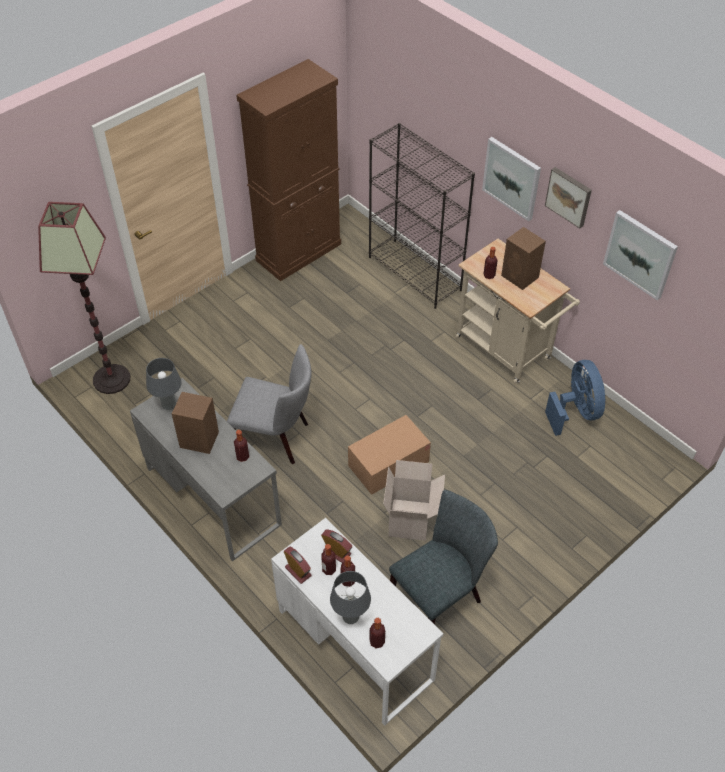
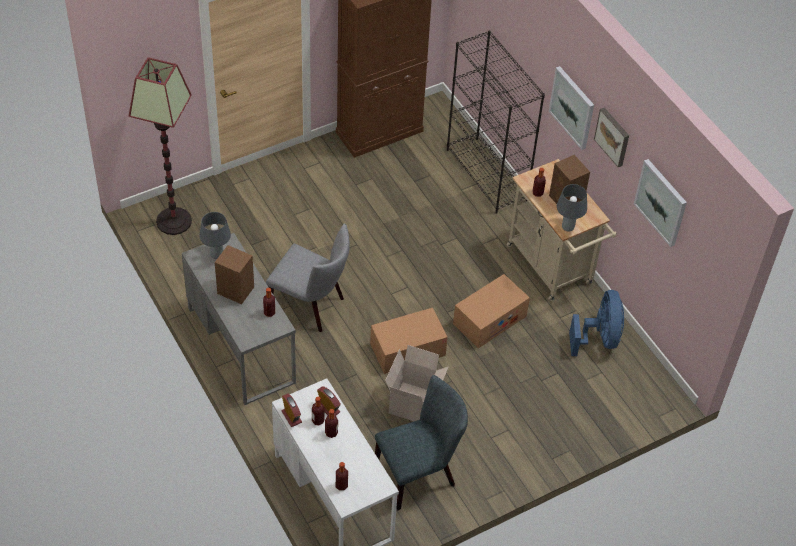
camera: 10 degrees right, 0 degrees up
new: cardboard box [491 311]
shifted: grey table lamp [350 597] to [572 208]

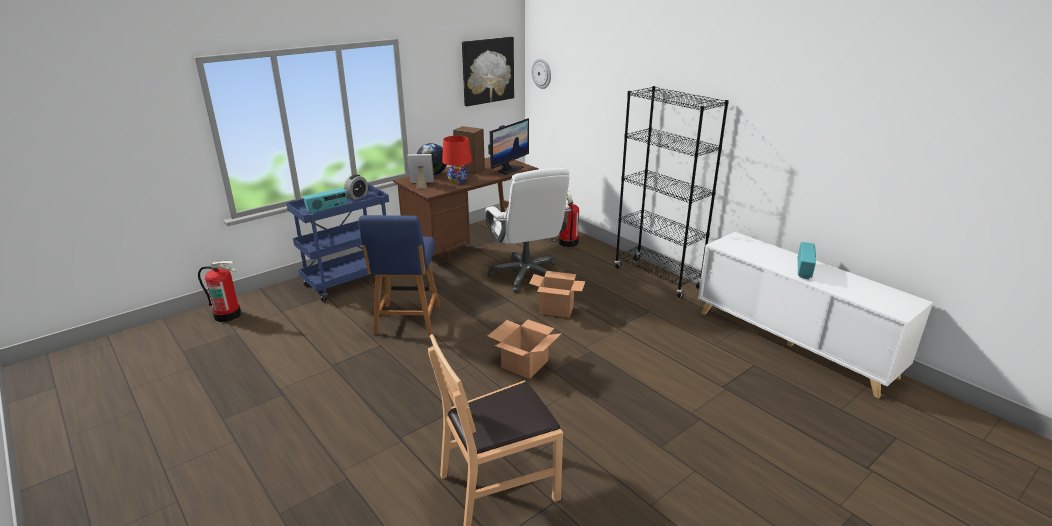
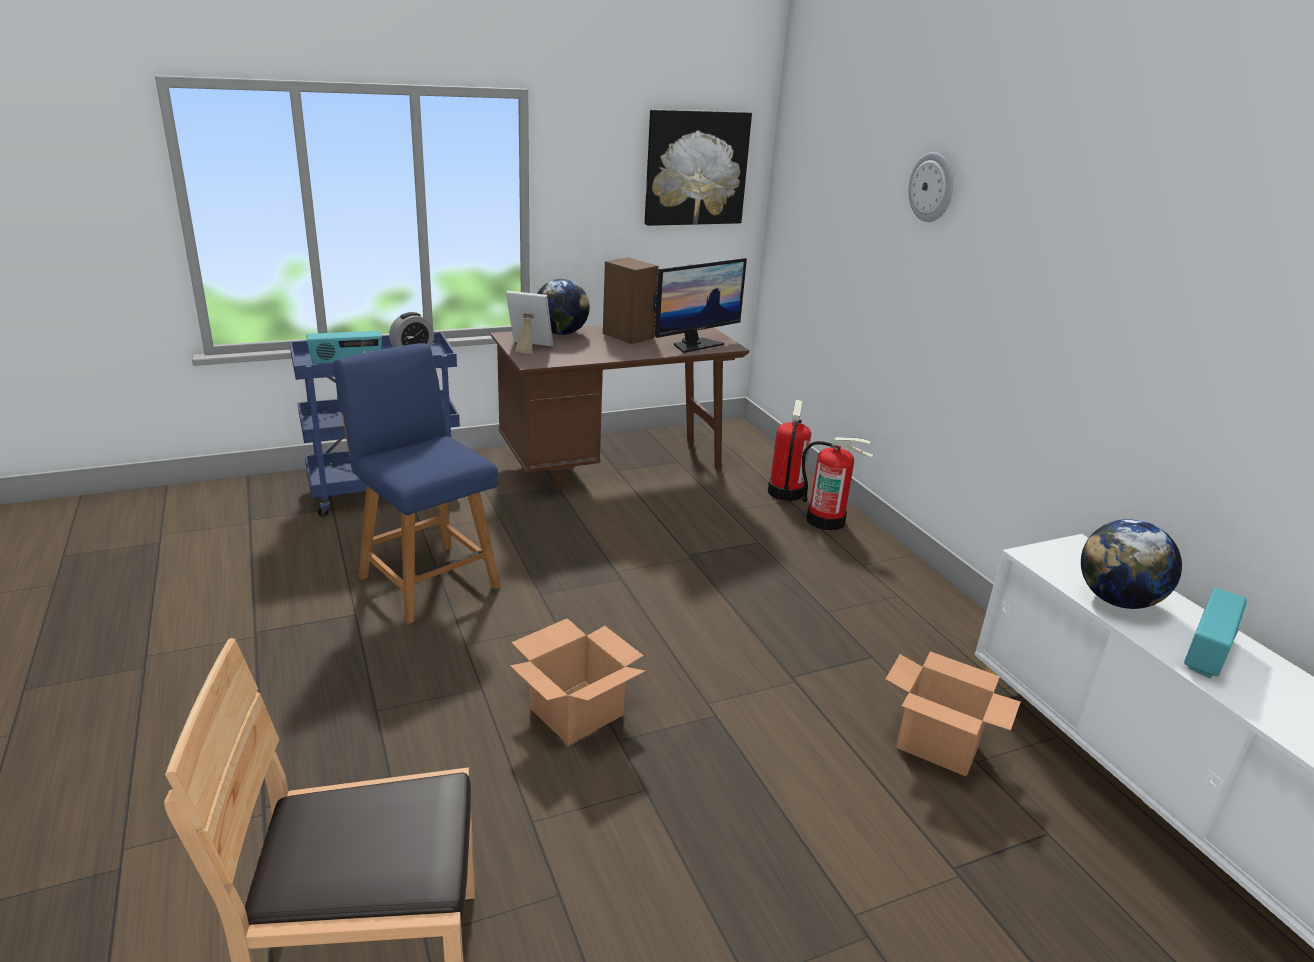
camera: 15 degrees right, 0 degrees up
gone: red table lamp [457 160]; white office chair [528 230]; black bookcase [672 192]
new: globe [1131 564]
shifted: fire extinguisher [219 291] to [837 484]; cardboard box [557 294] to [953 713]; wall clock [541 74] to [930 187]
rotated: blue chair [399 275] = [417 483] 120 degrees clockwise

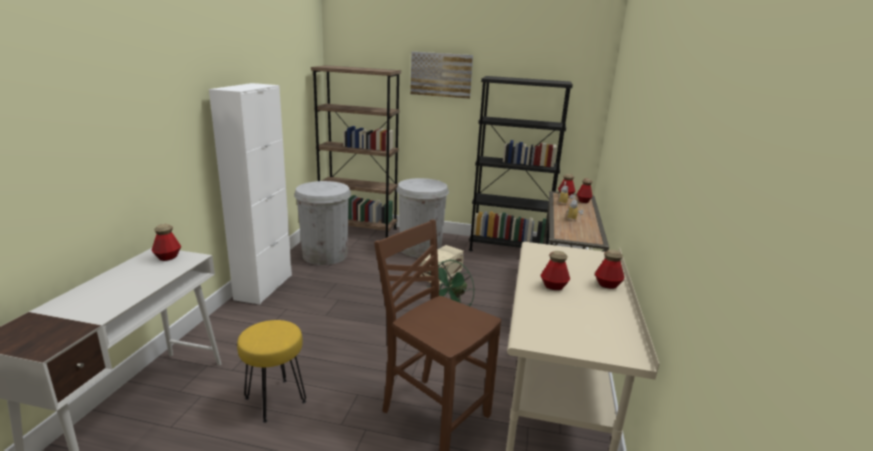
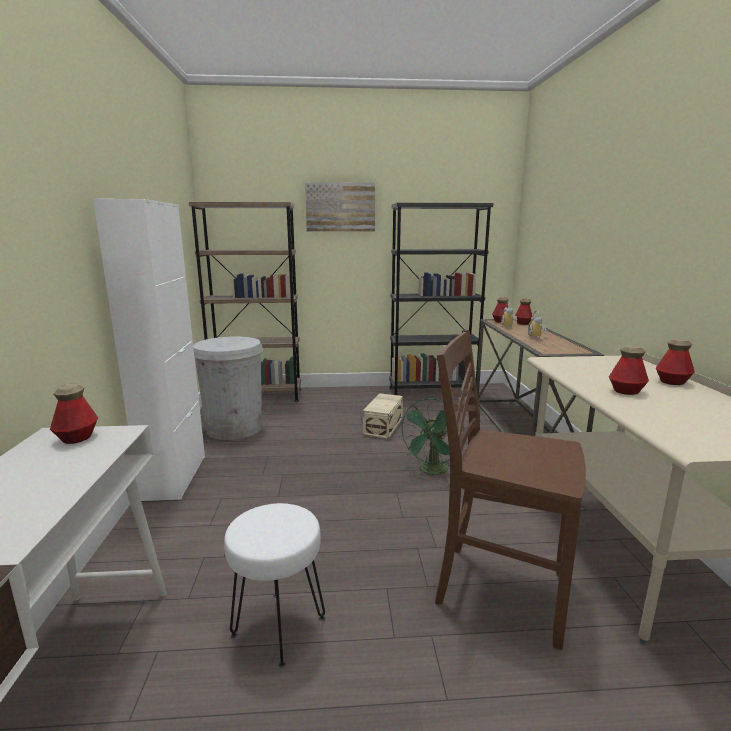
camera: 15 degrees left, 5 degrees down
gone: white trash can [422 218]
repainted: yellow stool [271 371] to white stool [274 585]

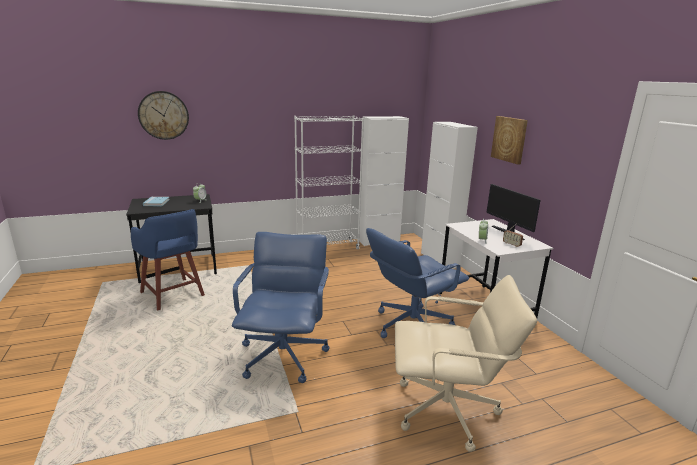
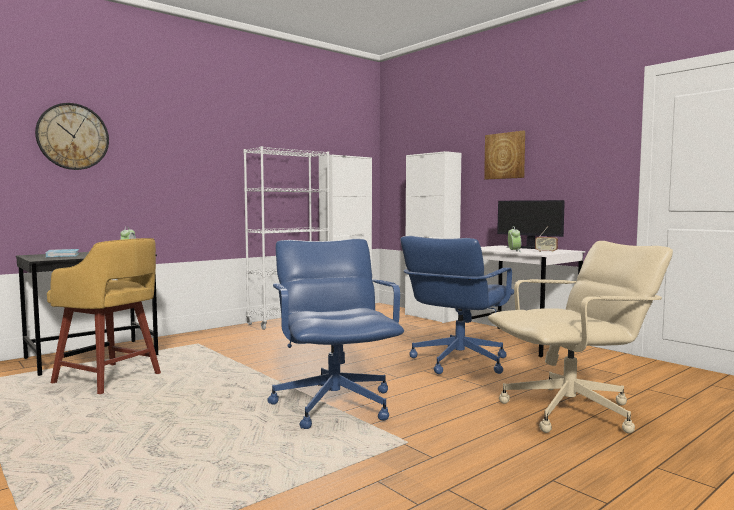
camera: 20 degrees left, 15 degrees down
repainted: blue stool [168 259] to yellow stool [104 316]

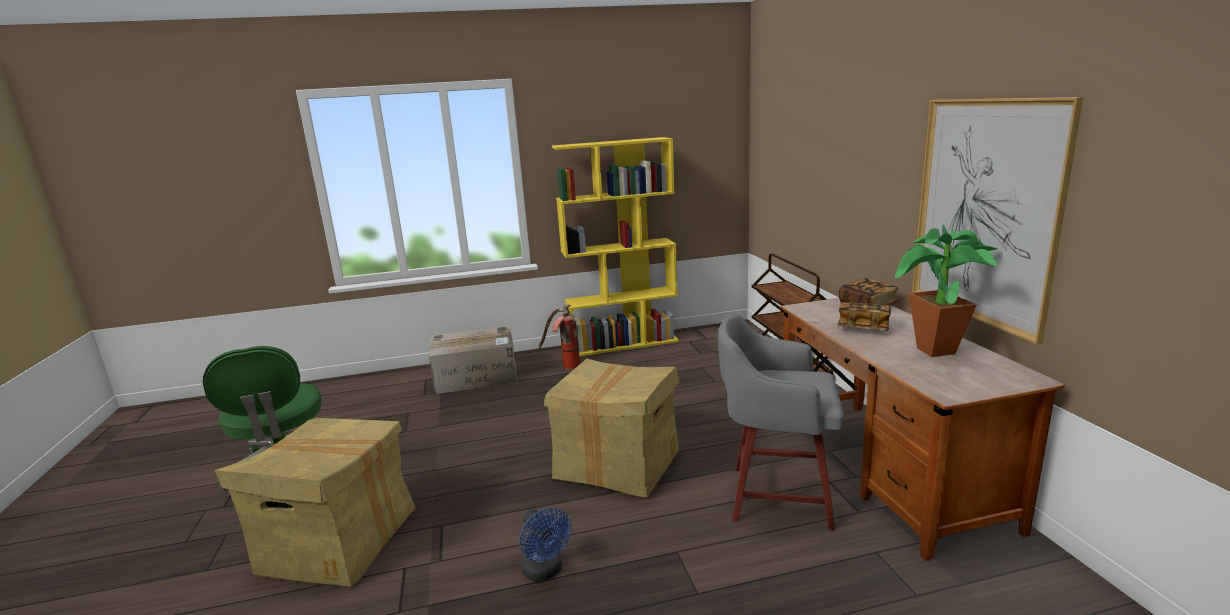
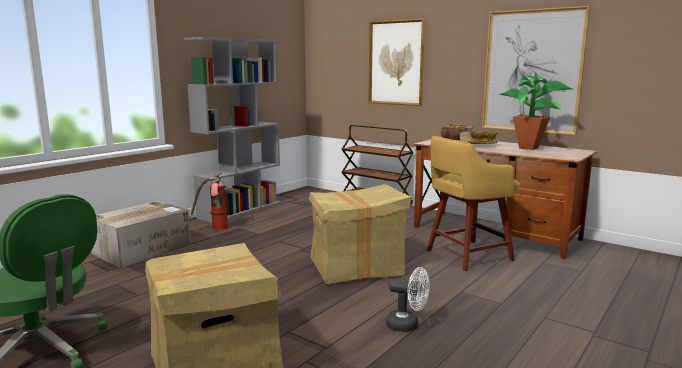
camera: 40 degrees left, 5 degrees down
new: picture [396 62]
repainted: blue fan [545 544] to white fan [408 299]; yellow bookcase [615 246] to grey bookcase [232 130]; grey stool [780 422] to yellow stool [473 203]

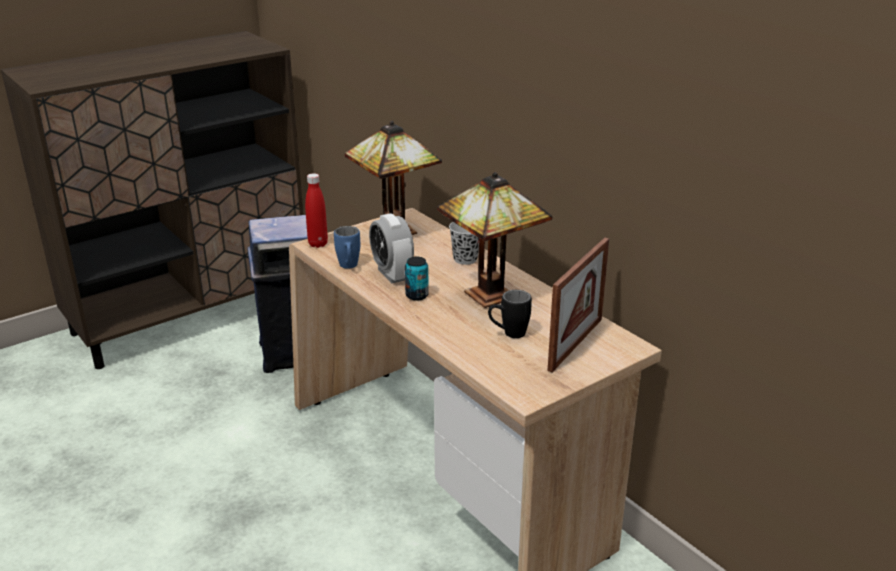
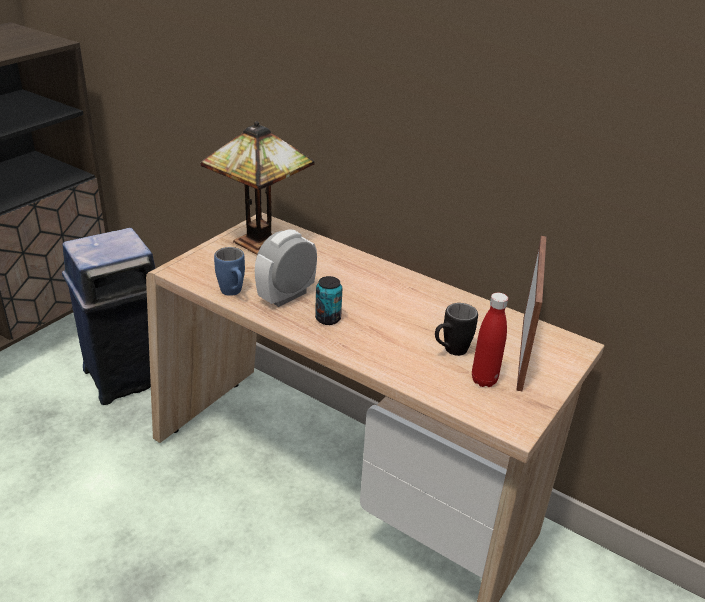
camera: 20 degrees left, 5 degrees up
gone: table lamp [495 240]; black cup [464 243]
shifted: red bottle [316 210] to [490 340]
rotated: alarm clock [391 248] = [286 268] 90 degrees clockwise

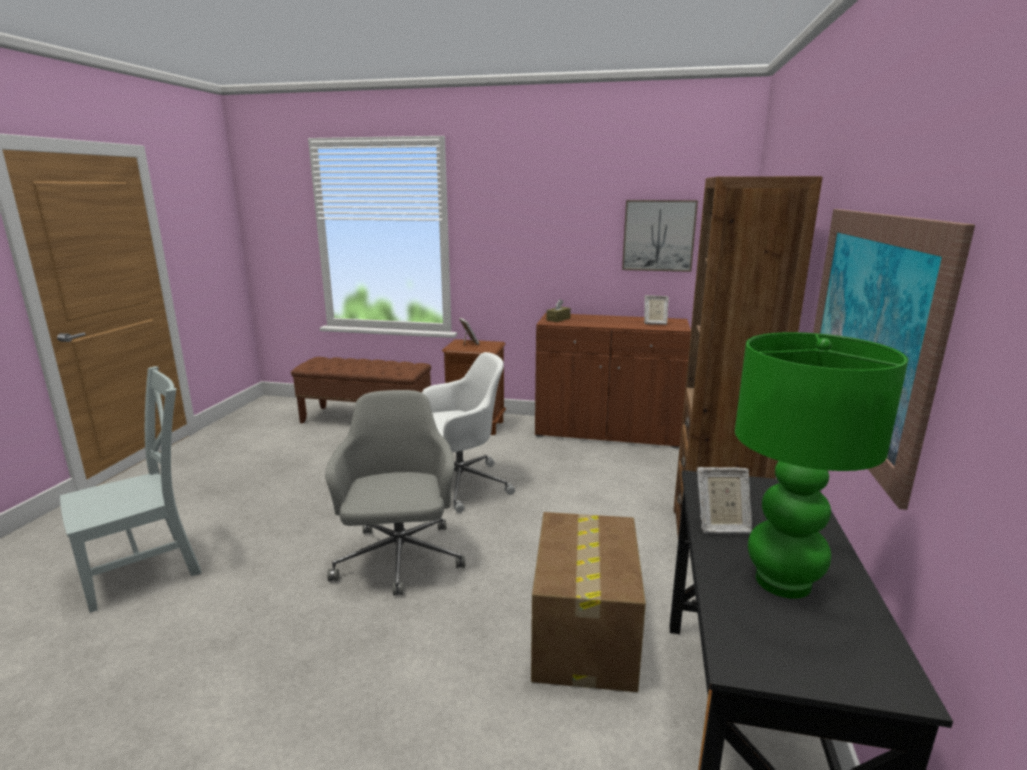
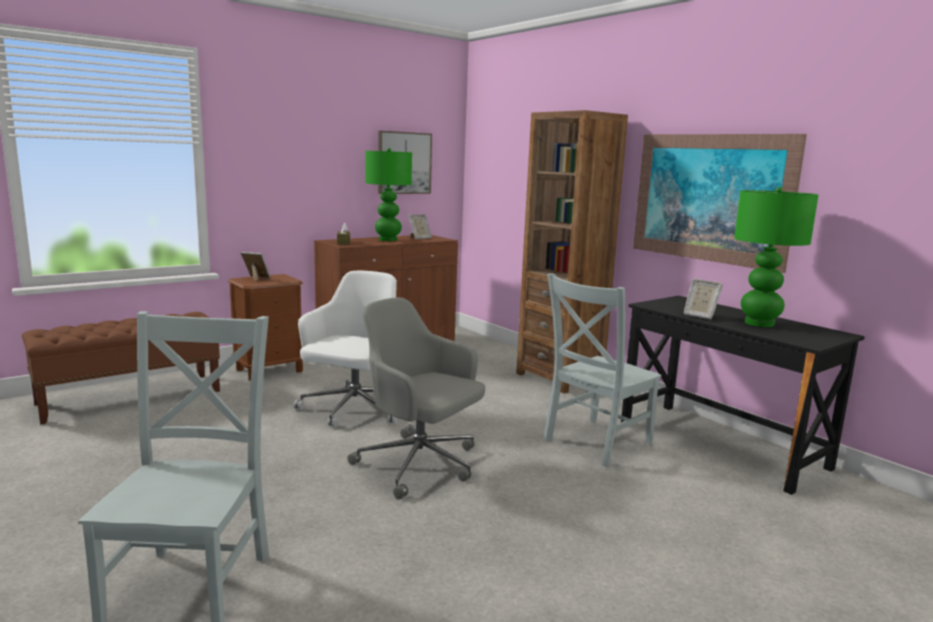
camera: 50 degrees left, 5 degrees down
new: green table lamp [388 194]
swapped: cardboard box [588 602] to grey chair [602 370]
rotated: picture frame [724 500] = [703 298] 90 degrees clockwise

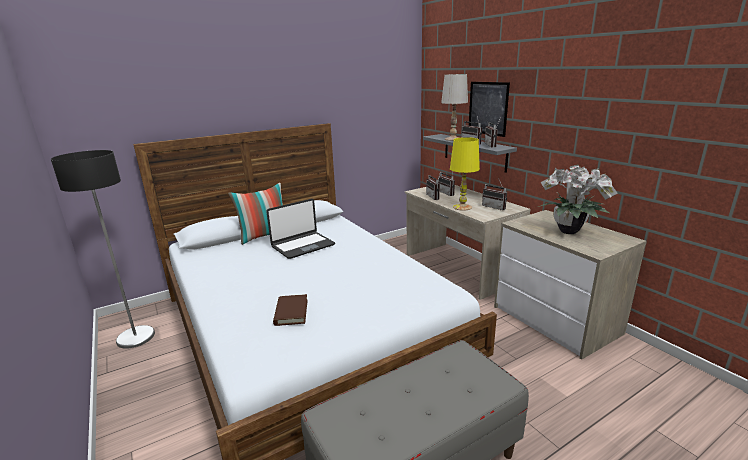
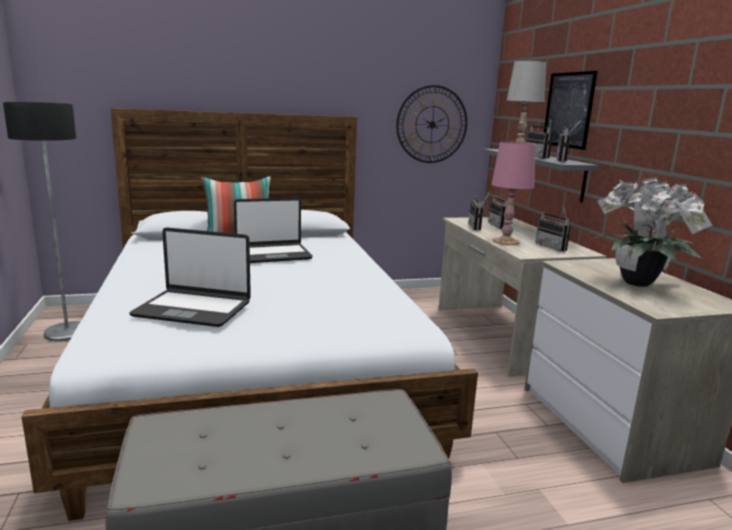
camera: 15 degrees right, 5 degrees down
new: wall clock [431 124]
swapped: brown book [290 310] to laptop [190 277]
repainted: yellow table lamp [465 174] to pink table lamp [513 193]

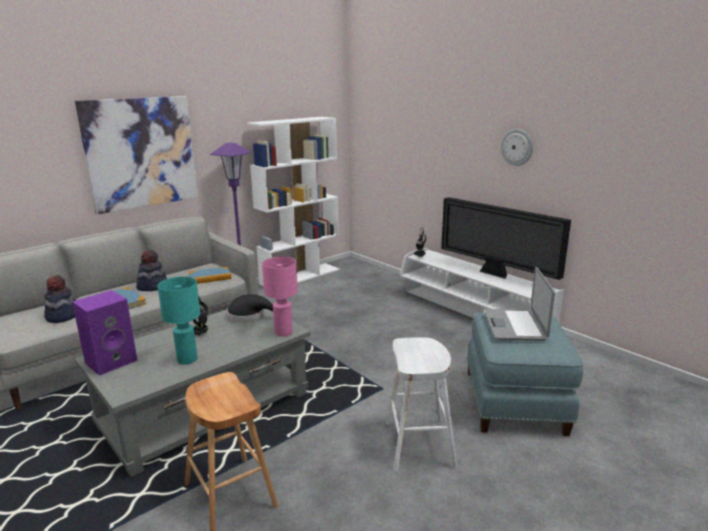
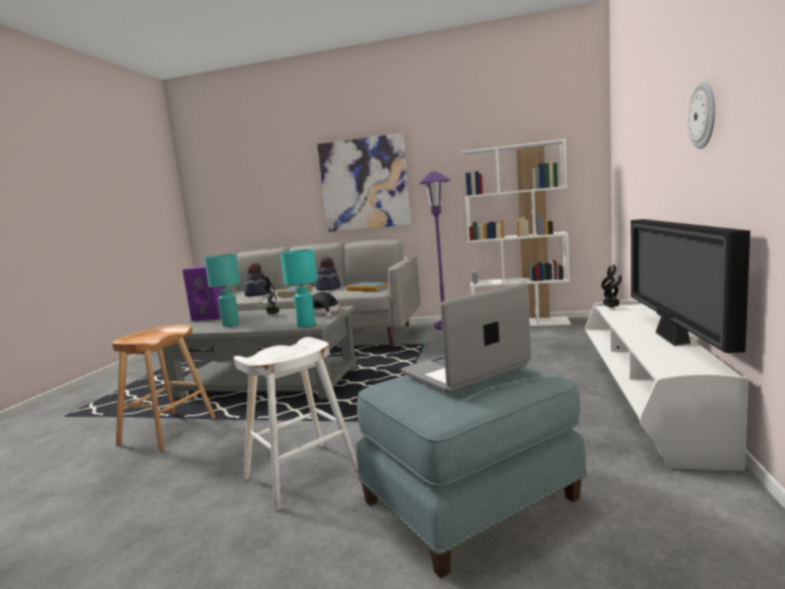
camera: 55 degrees right, 10 degrees down
repainted: pink table lamp [280 297] to turquoise table lamp [298 288]

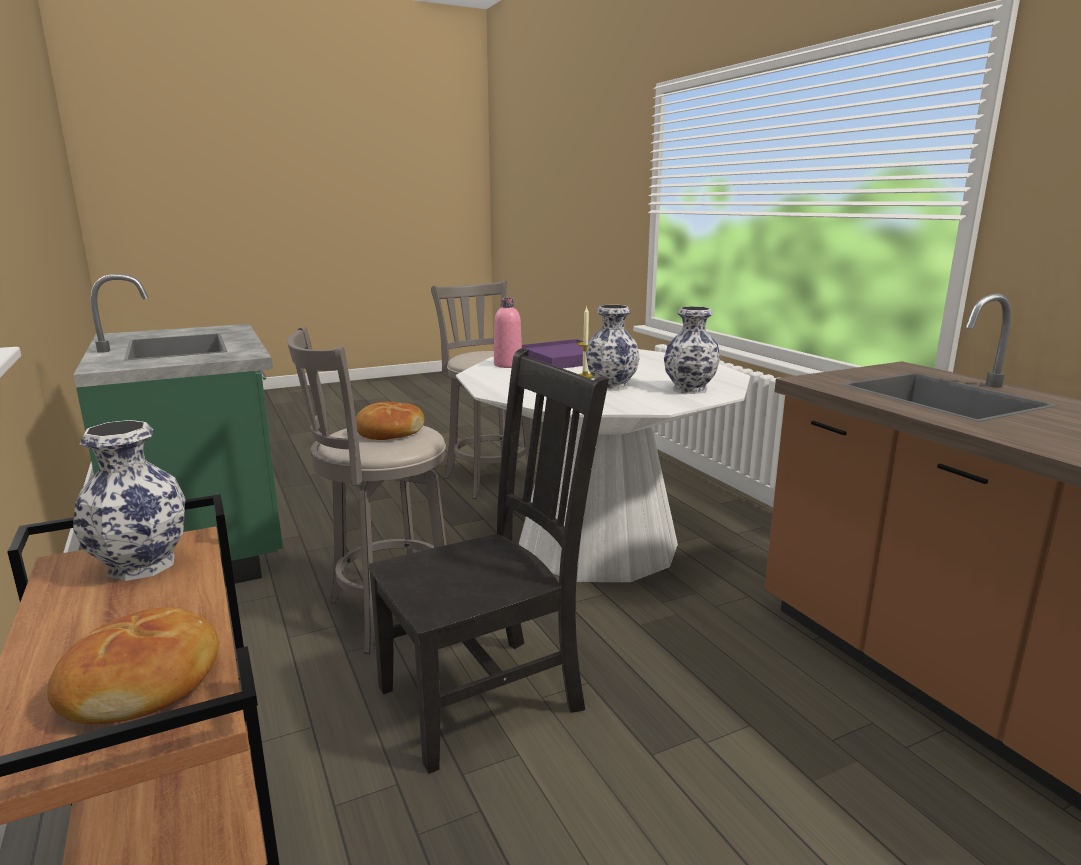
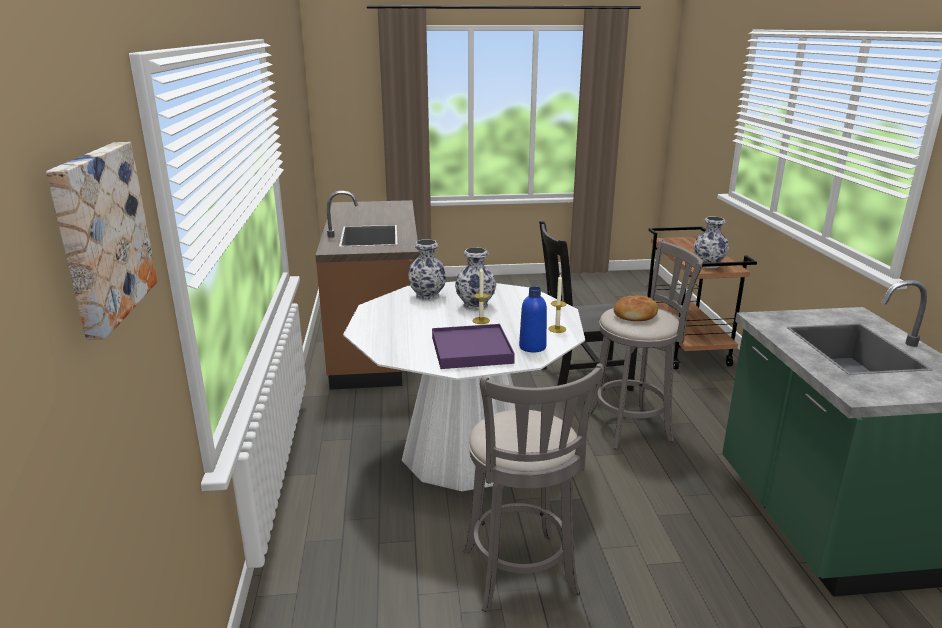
camera: 160 degrees left, 5 degrees up
gone: bread [133 665]
new: picture [101 241]; candle [557 304]
repainted: pink bottle [508 333] to blue bottle [533 319]

